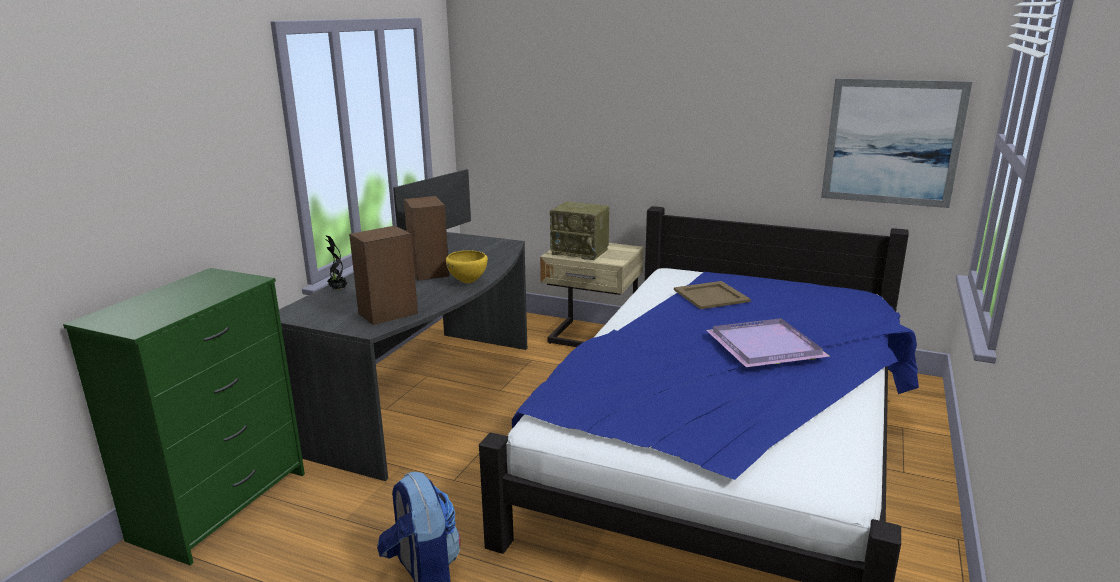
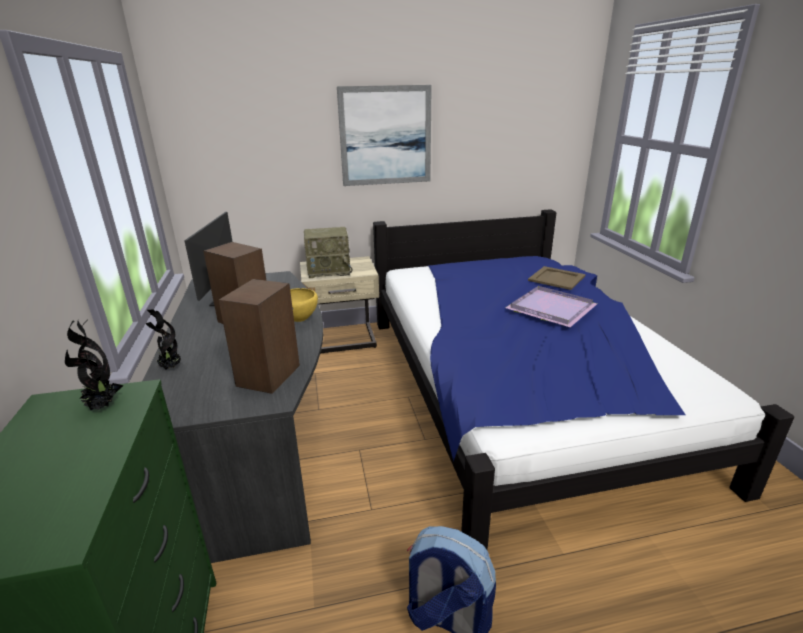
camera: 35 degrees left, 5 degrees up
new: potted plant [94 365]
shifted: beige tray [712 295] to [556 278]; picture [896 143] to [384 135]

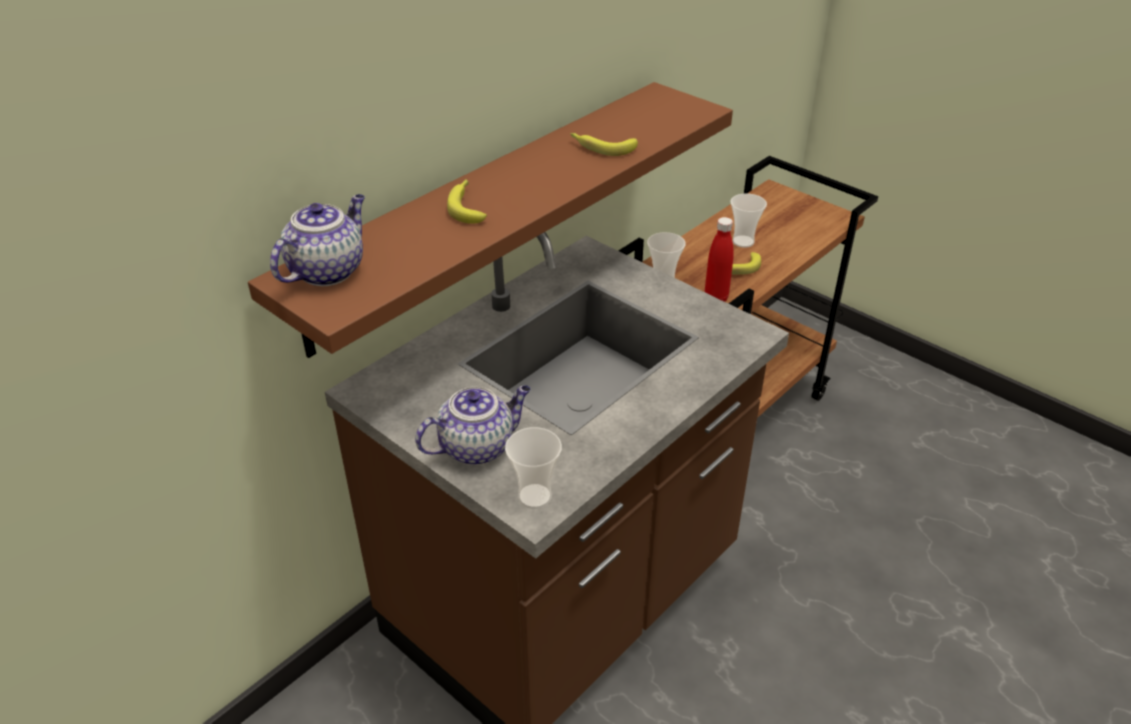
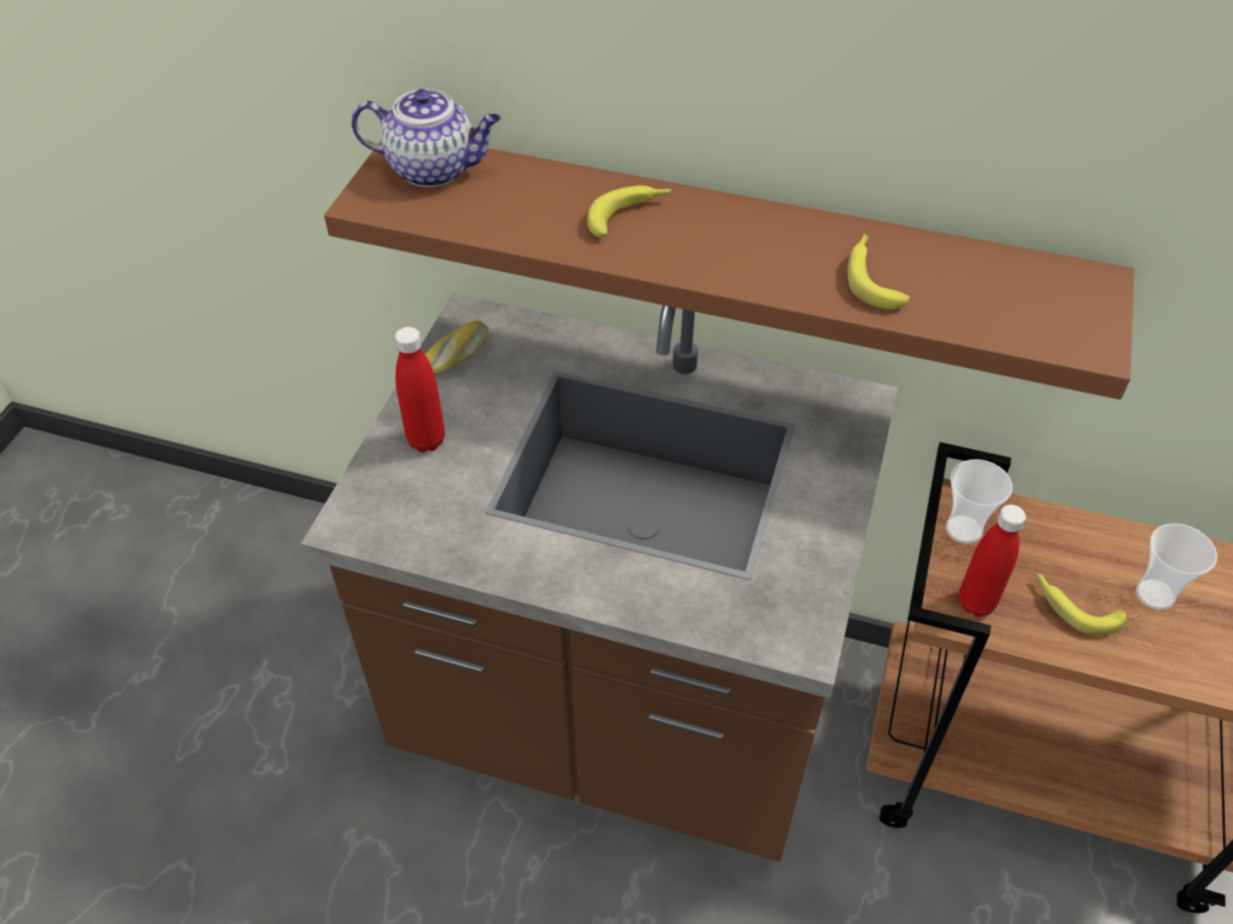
camera: 65 degrees right, 10 degrees up
gone: cup [533 468]
new: bread [457 347]
swapped: teapot [473 425] to red bottle [420 389]

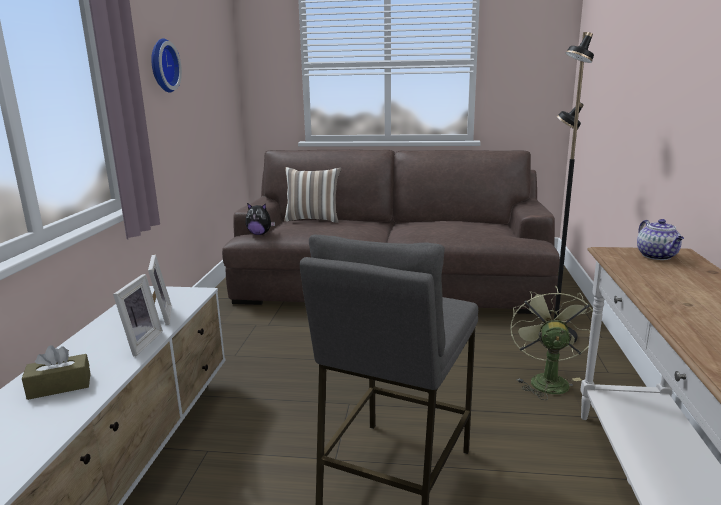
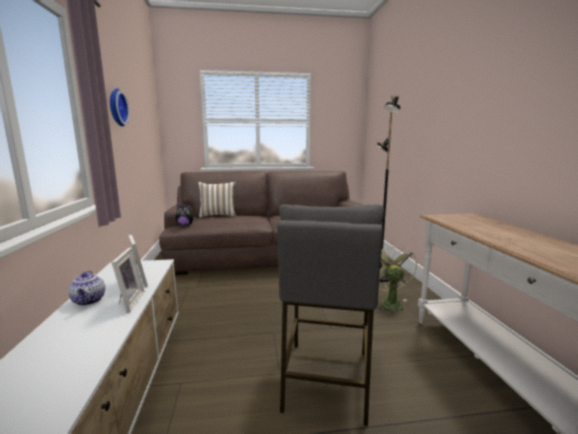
camera: 15 degrees left, 5 degrees down
gone: brown tissue box [56 372]
shifted: teapot [660 239] to [86 288]

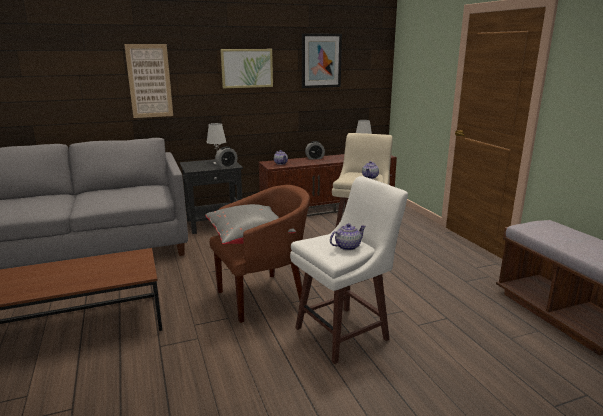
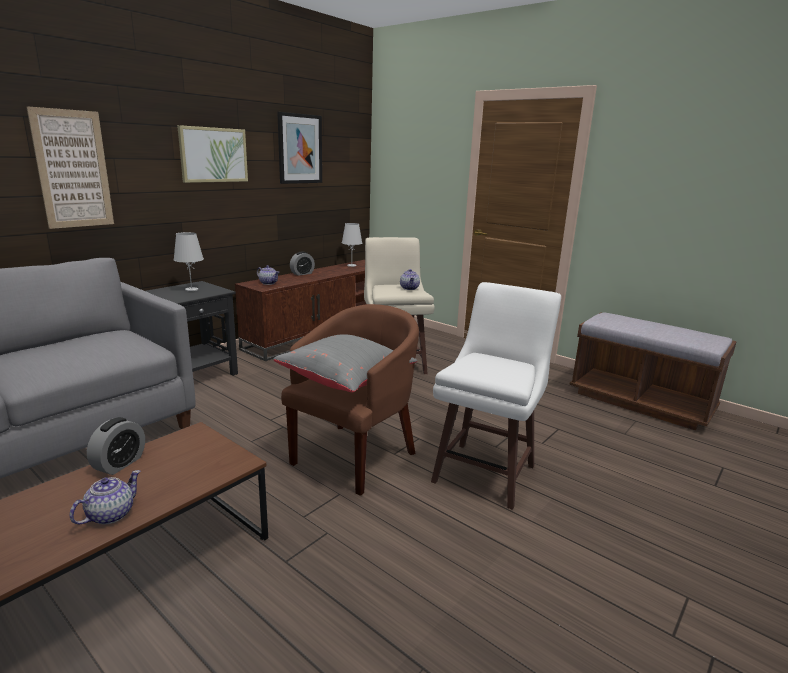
camera: 30 degrees left, 0 degrees up
shifted: alarm clock [226 157] to [116 446]; teapot [348 237] to [105 497]

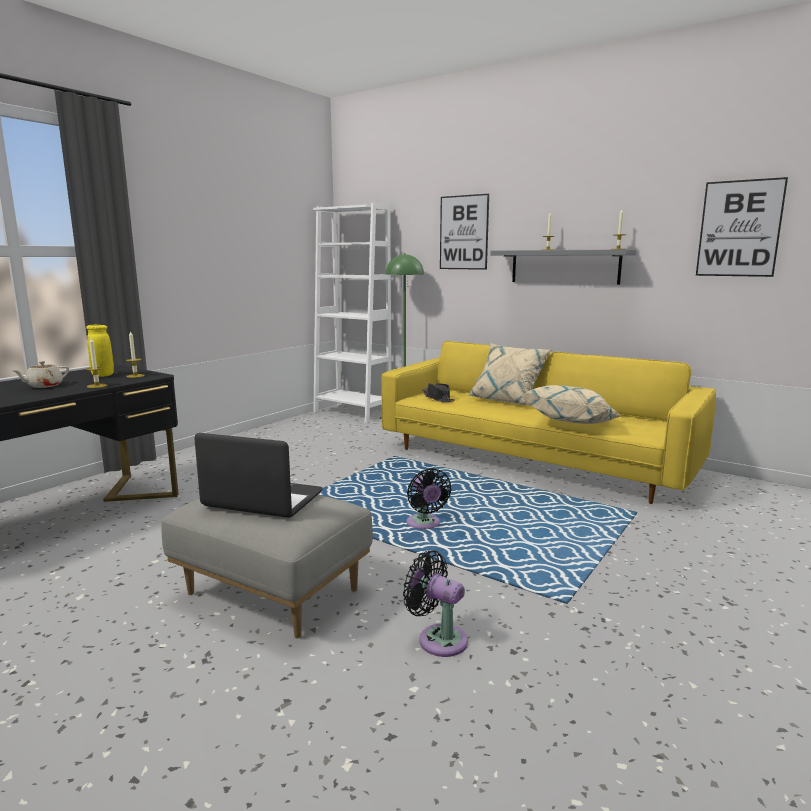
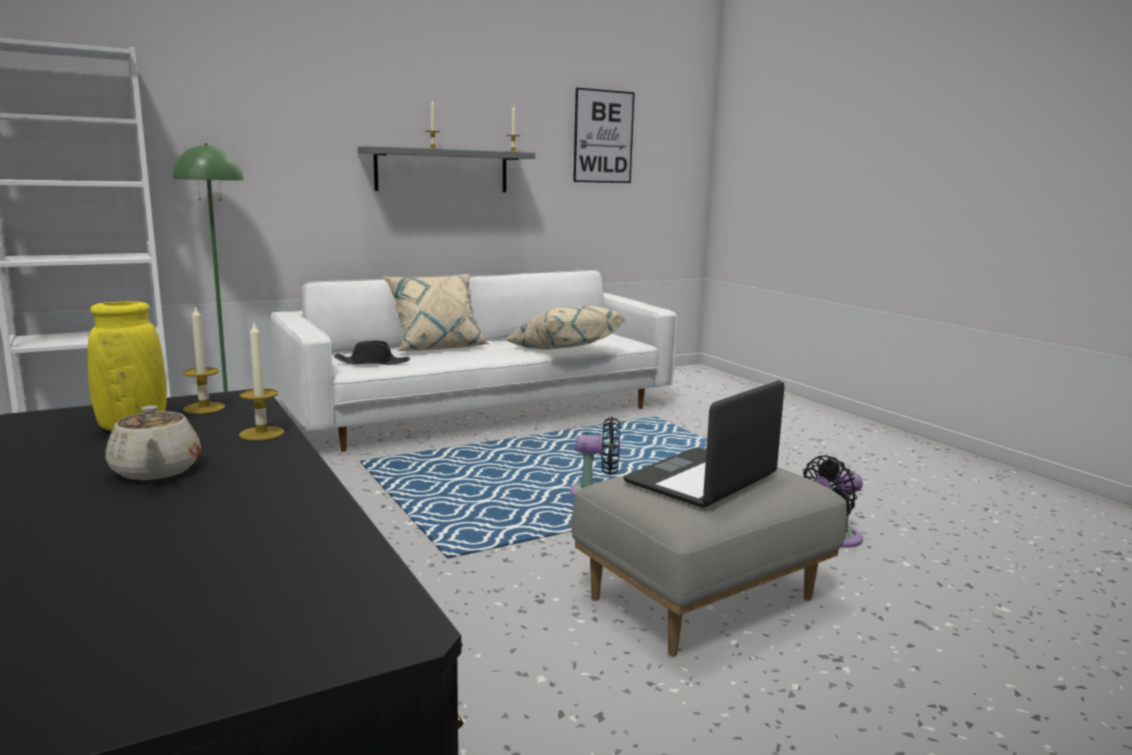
camera: 65 degrees left, 0 degrees up
gone: picture [464 232]
repainted: yellow sofa [548 422] to white sofa [473 361]

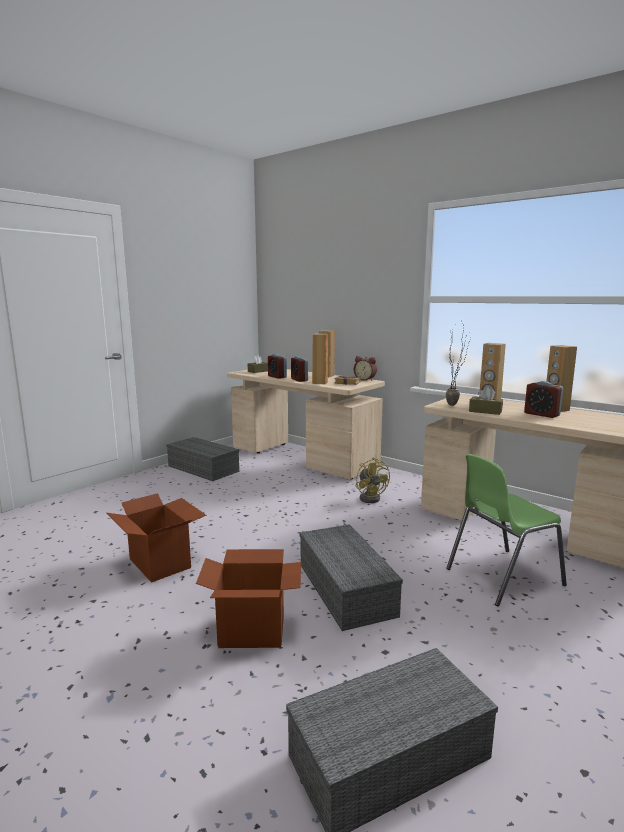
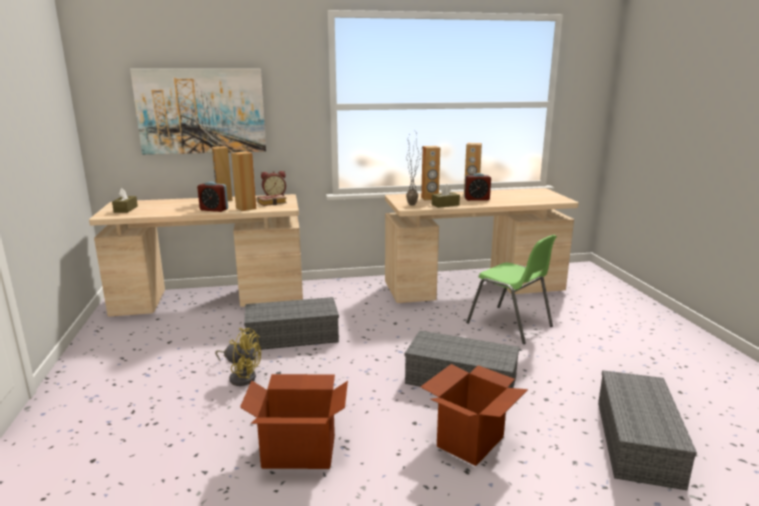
camera: 50 degrees left, 5 degrees up
gone: alarm clock [277 366]
new: picture [198 112]
shifted: grey storage box [202 459] to [291 323]; yellow fan [373 480] to [238 357]
rotated: green chair [506 530] = [511 289] 60 degrees counterclockwise

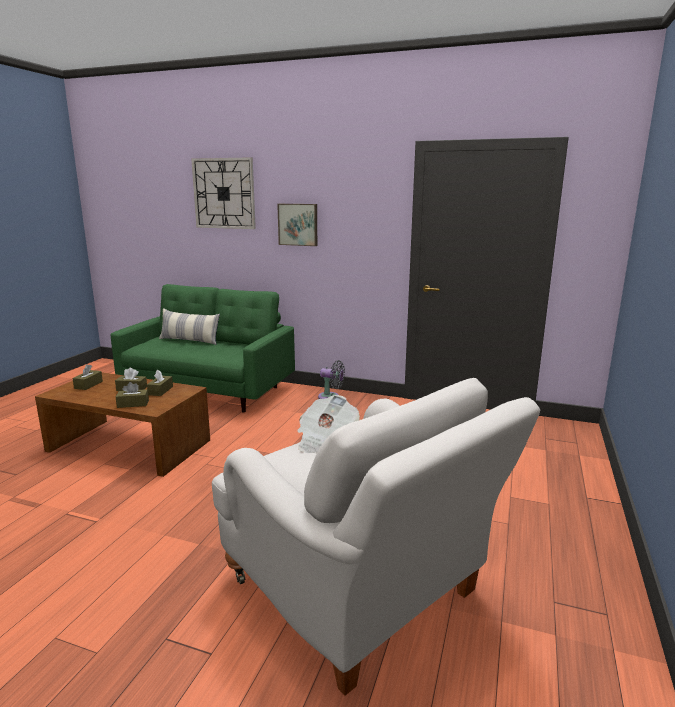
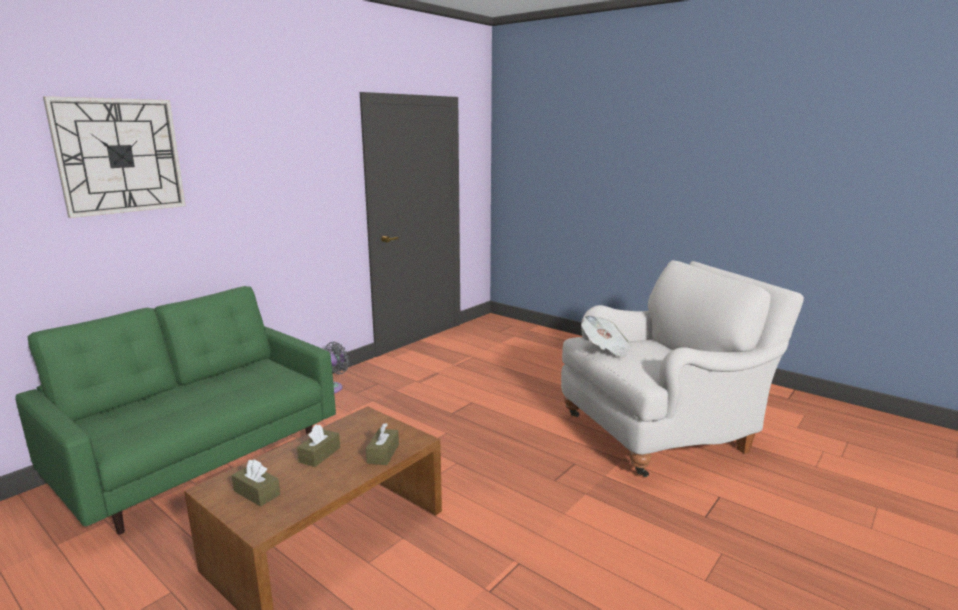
camera: 70 degrees left, 0 degrees up
gone: brown tissue box [160 383]; pillow [189 326]; picture [297 225]

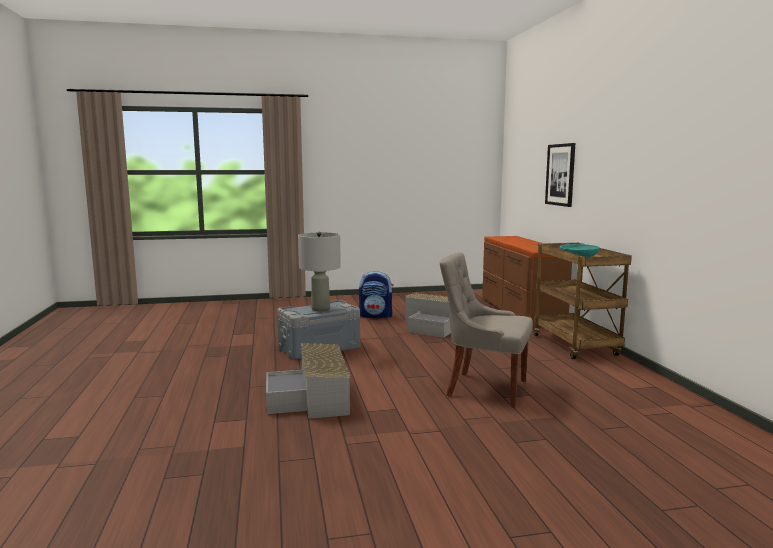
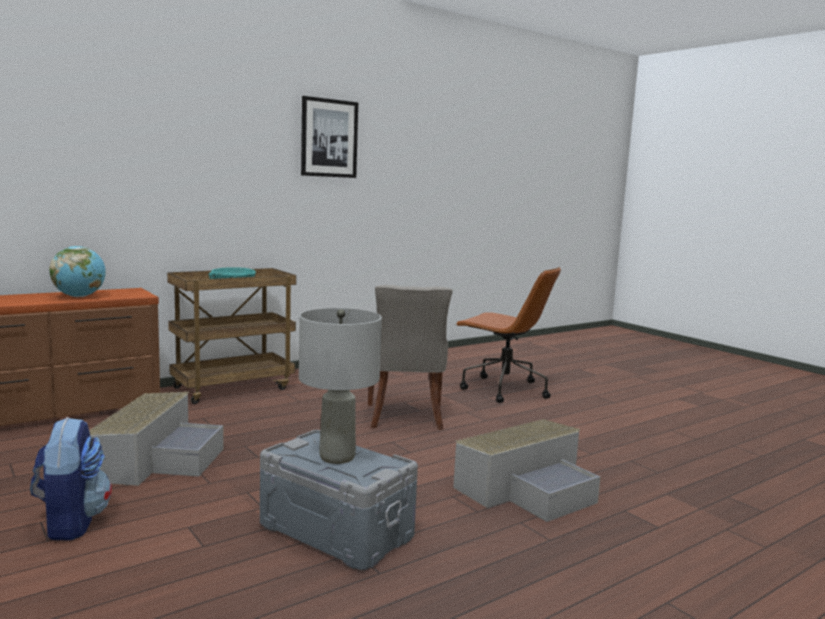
camera: 115 degrees left, 0 degrees up
new: globe [77 271]; brown office chair [508 335]
shifted: picture [560 175] to [329 137]

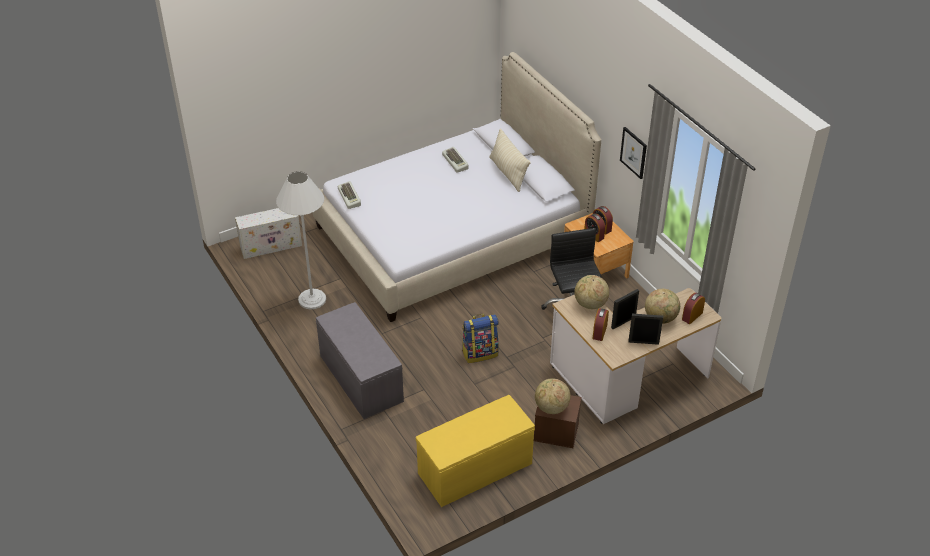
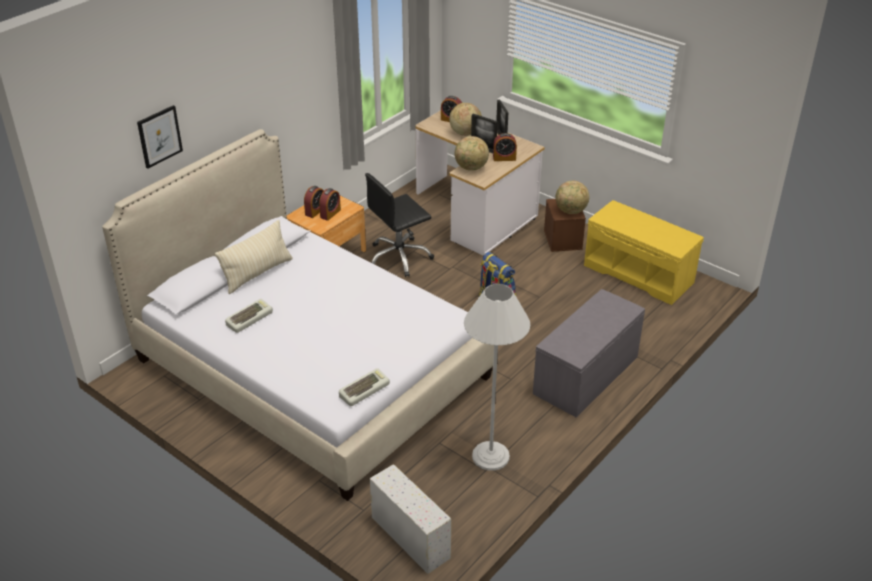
camera: 110 degrees left, 5 degrees down
shifted: picture [633 153] to [160 137]

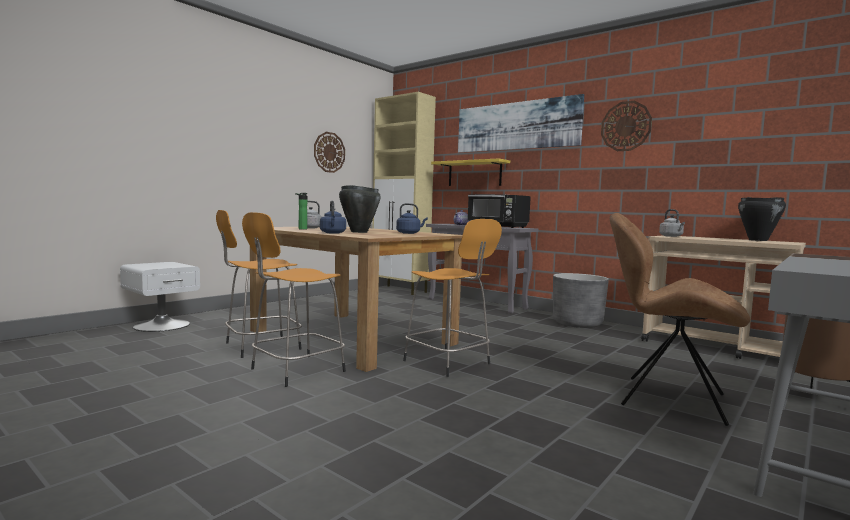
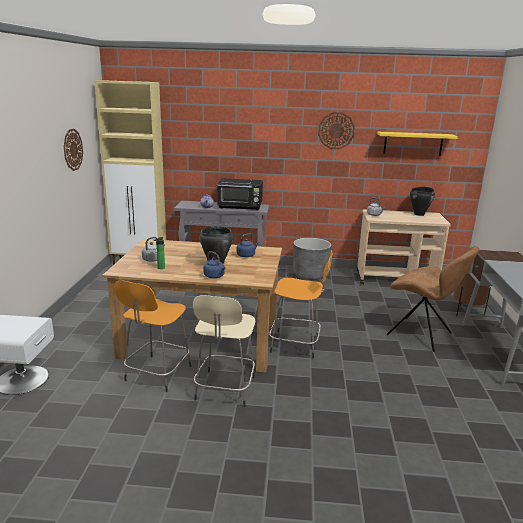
camera: 35 degrees left, 15 degrees up
gone: picture [521 123]
shifted: yellow shelf [470 172] to [417 144]
repainted: orange stool [294 299] to beige stool [224 351]
rotated: brown chair [680 319] = [432 299] 135 degrees counterclockwise

